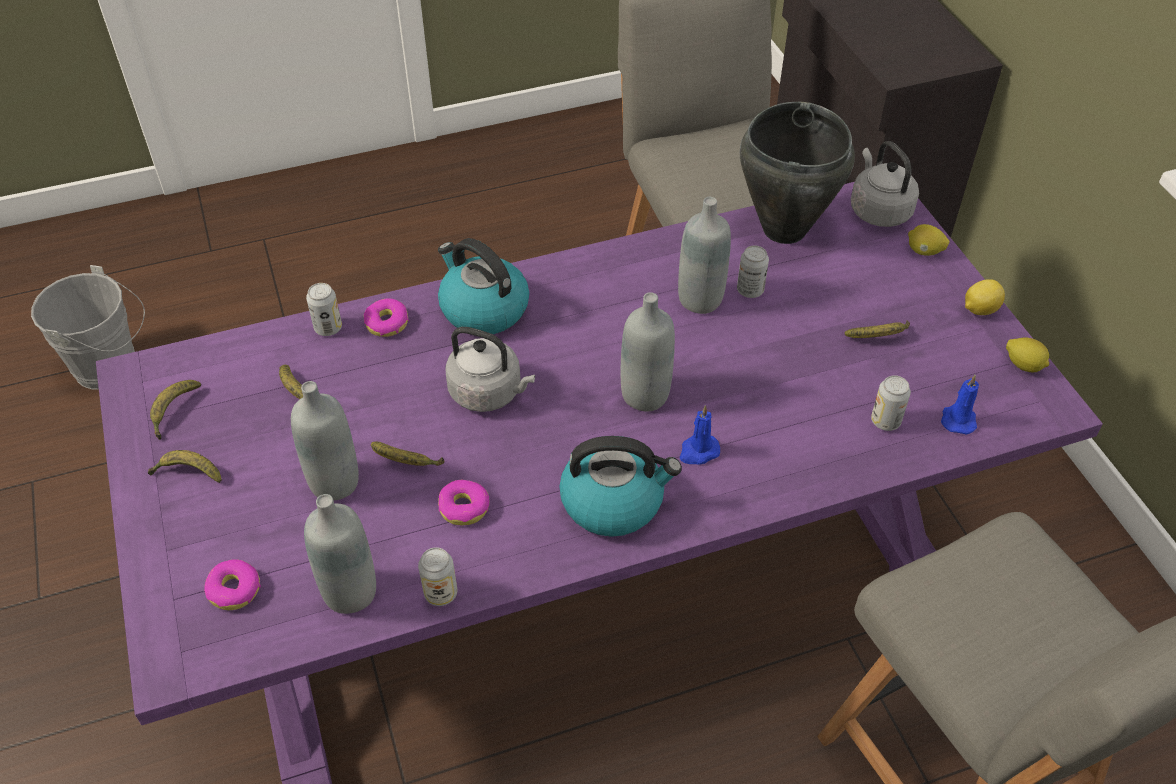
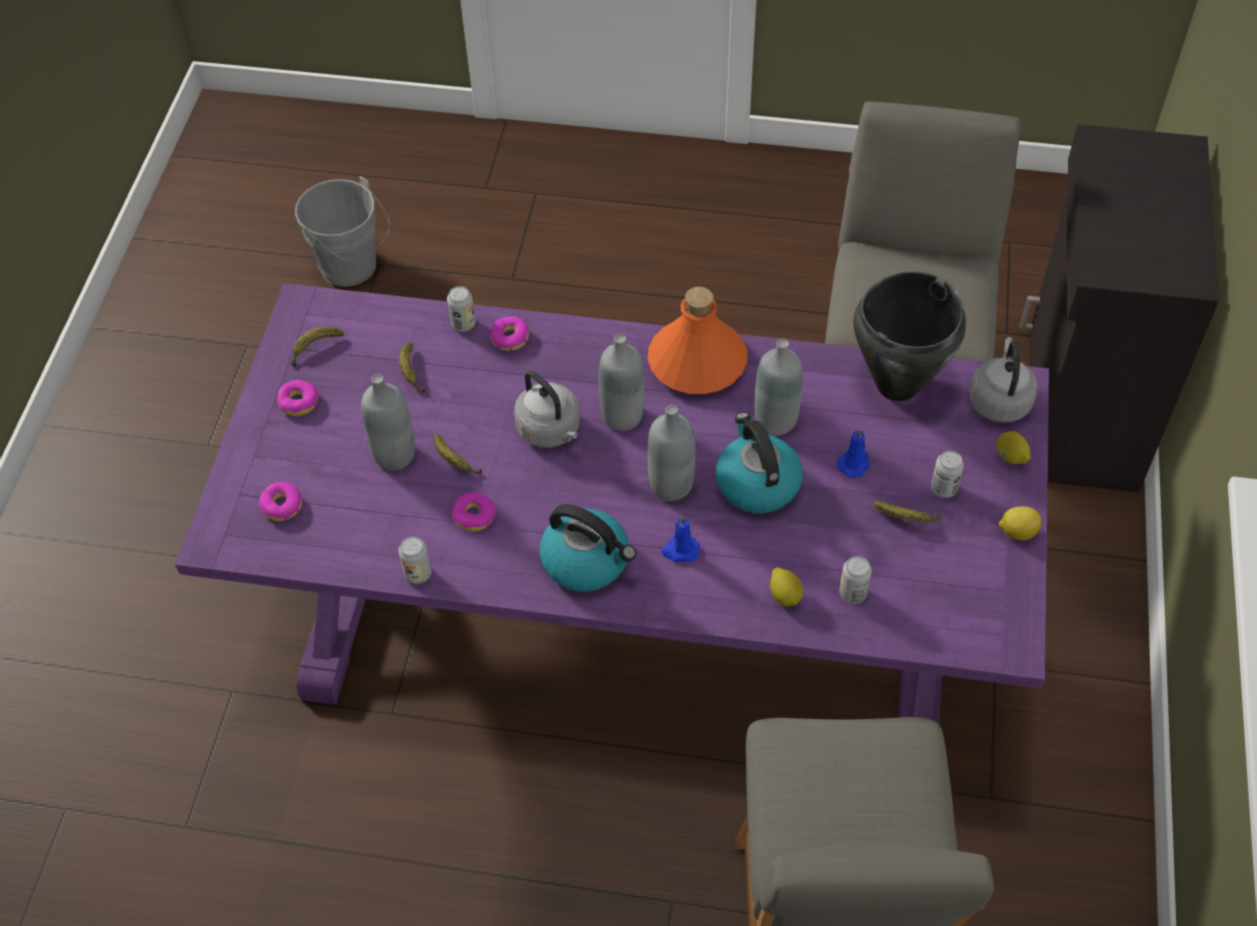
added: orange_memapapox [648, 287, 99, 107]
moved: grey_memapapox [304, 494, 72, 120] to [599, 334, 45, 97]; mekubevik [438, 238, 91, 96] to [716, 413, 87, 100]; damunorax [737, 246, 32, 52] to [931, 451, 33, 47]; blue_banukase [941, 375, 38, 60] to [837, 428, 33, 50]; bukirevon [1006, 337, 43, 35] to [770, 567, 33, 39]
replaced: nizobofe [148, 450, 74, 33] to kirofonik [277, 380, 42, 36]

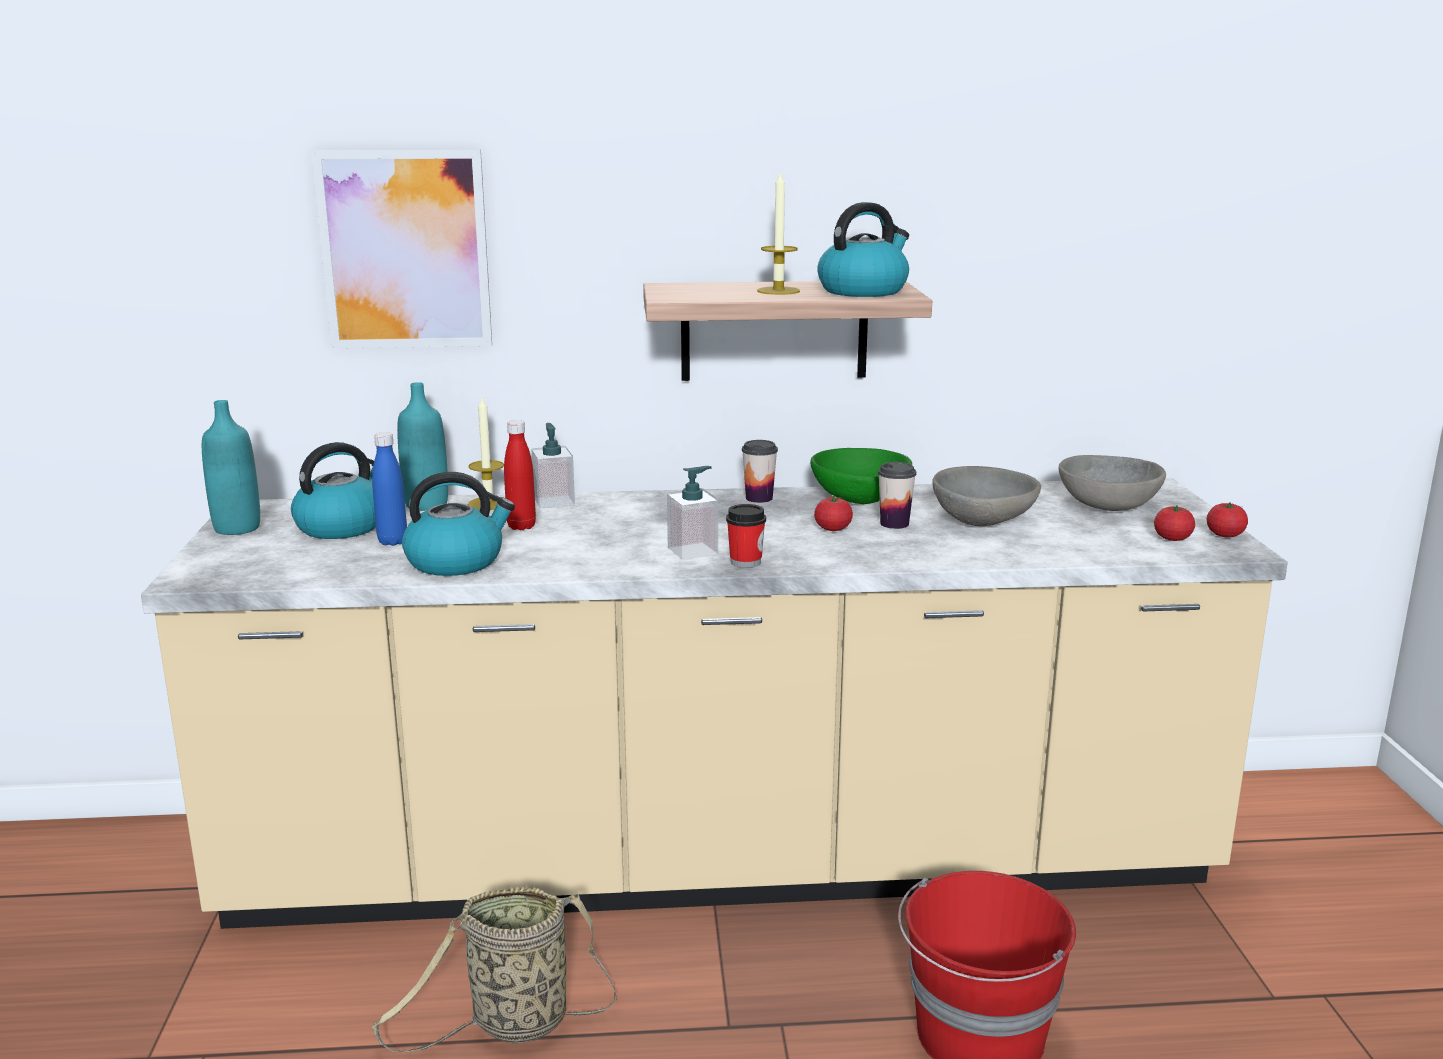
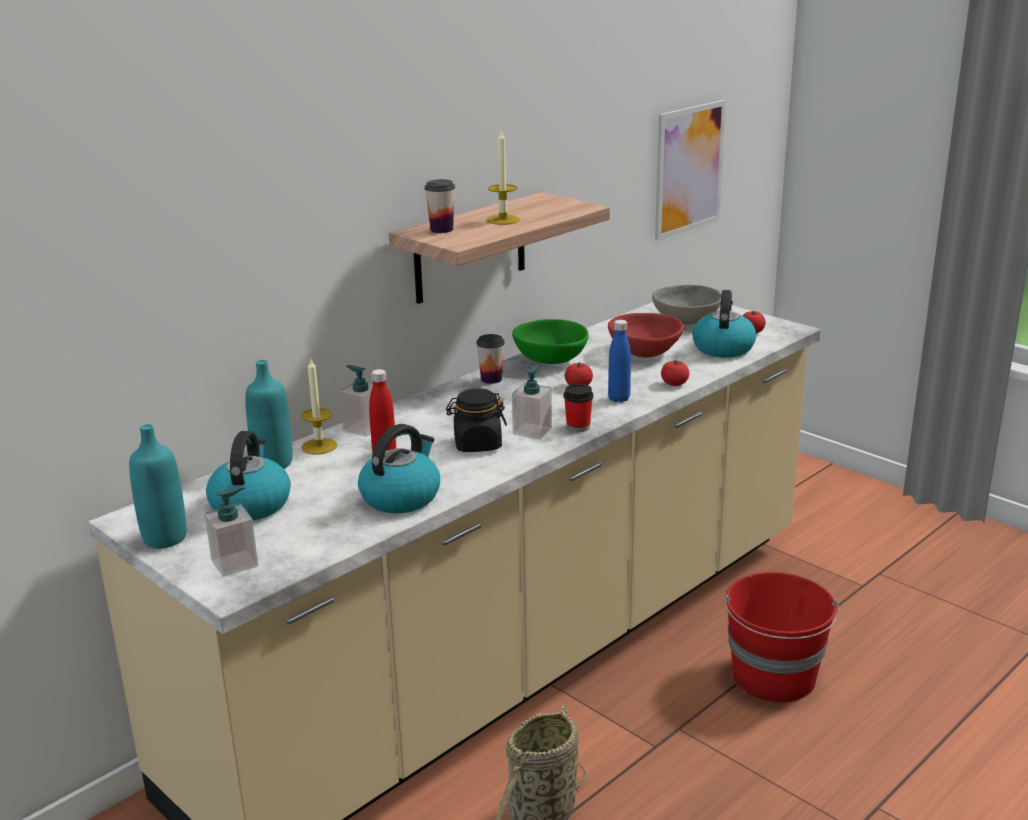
added: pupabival [204, 486, 54, 91]; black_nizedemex [446, 388, 61, 64]
moved: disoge [311, 149, 181, 199] to [655, 100, 71, 141]; blue_memapapox [372, 432, 35, 114] to [608, 320, 23, 82]; mekubevik [817, 202, 92, 95] to [692, 290, 64, 67]; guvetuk [878, 462, 38, 67] to [425, 179, 30, 54]; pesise [1207, 502, 41, 35] to [661, 360, 28, 26]
recoloured: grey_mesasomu [932, 466, 109, 60] to red_mesasomu [608, 313, 75, 44]

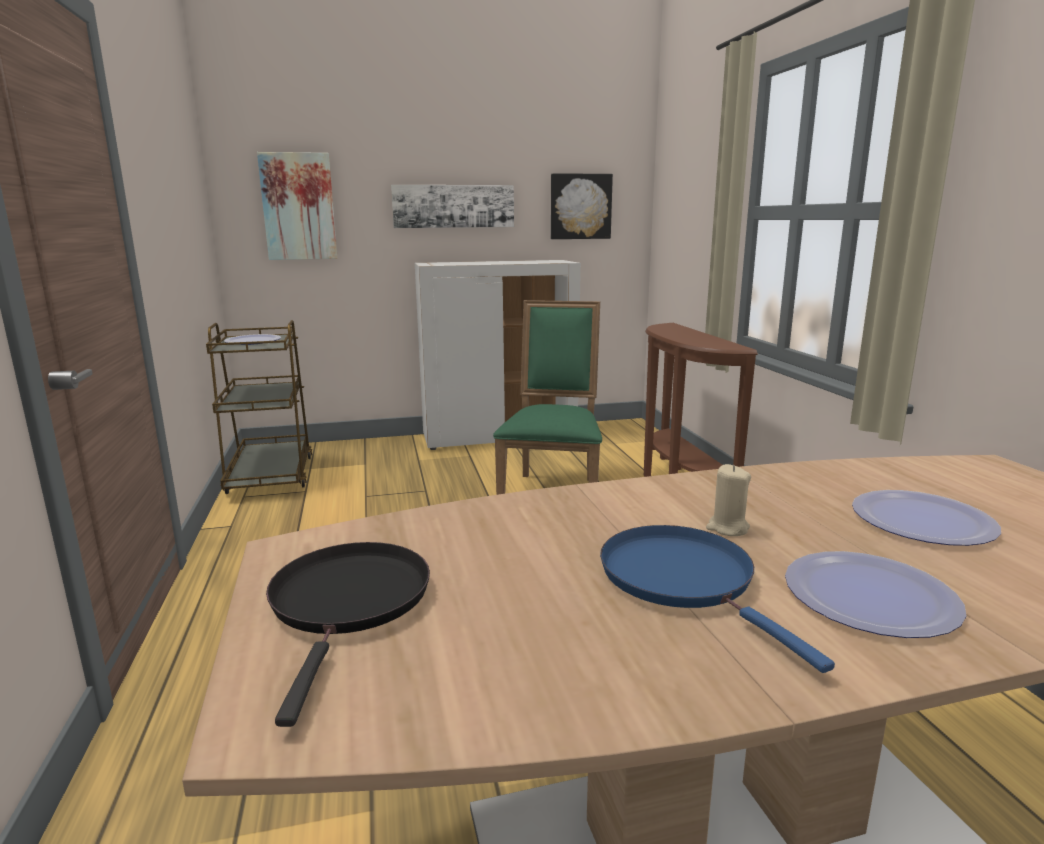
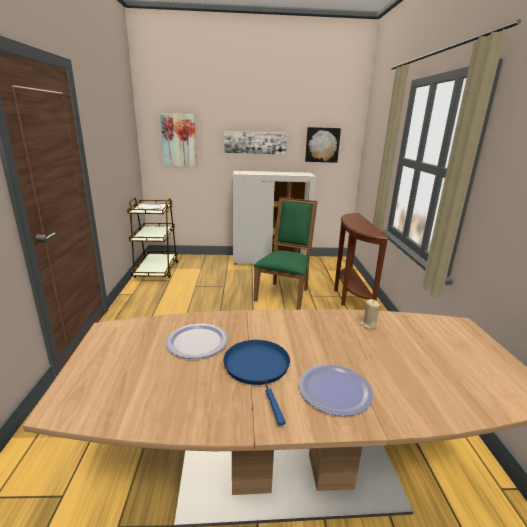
removed: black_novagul [266, 542, 164, 185]
moved: beige_banukase [706, 464, 45, 72] to [360, 299, 20, 30]; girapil [852, 490, 149, 56] to [166, 324, 62, 35]

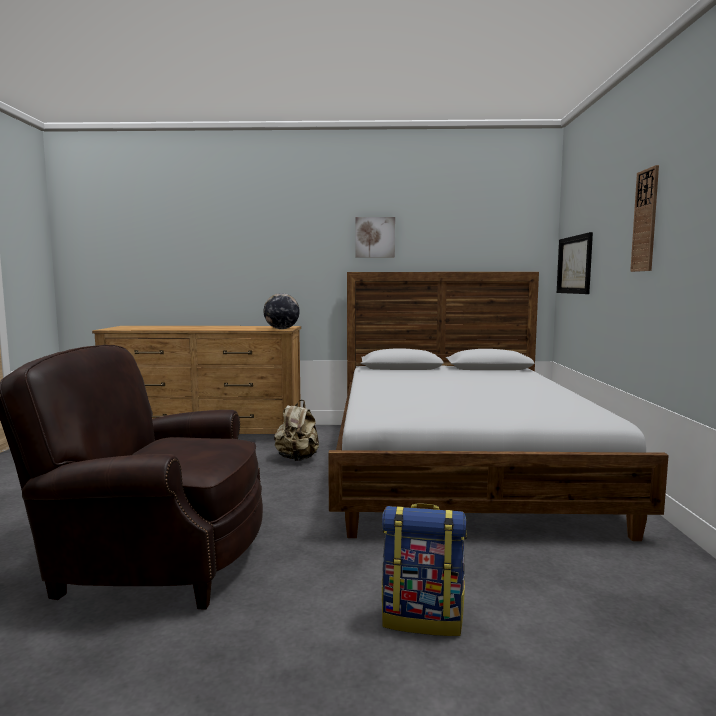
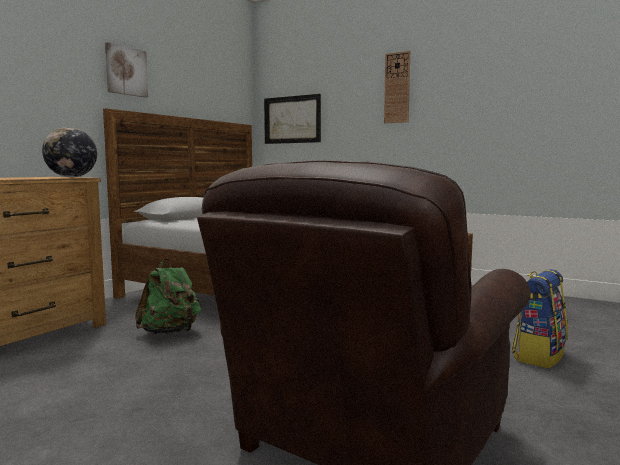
recoloured: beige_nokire [274, 400, 45, 61] to green_nokire [135, 258, 66, 76]

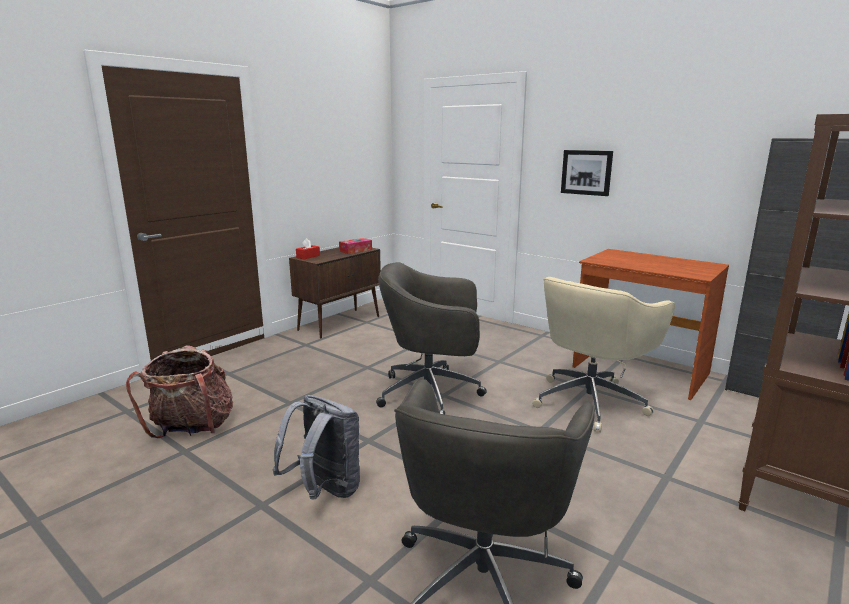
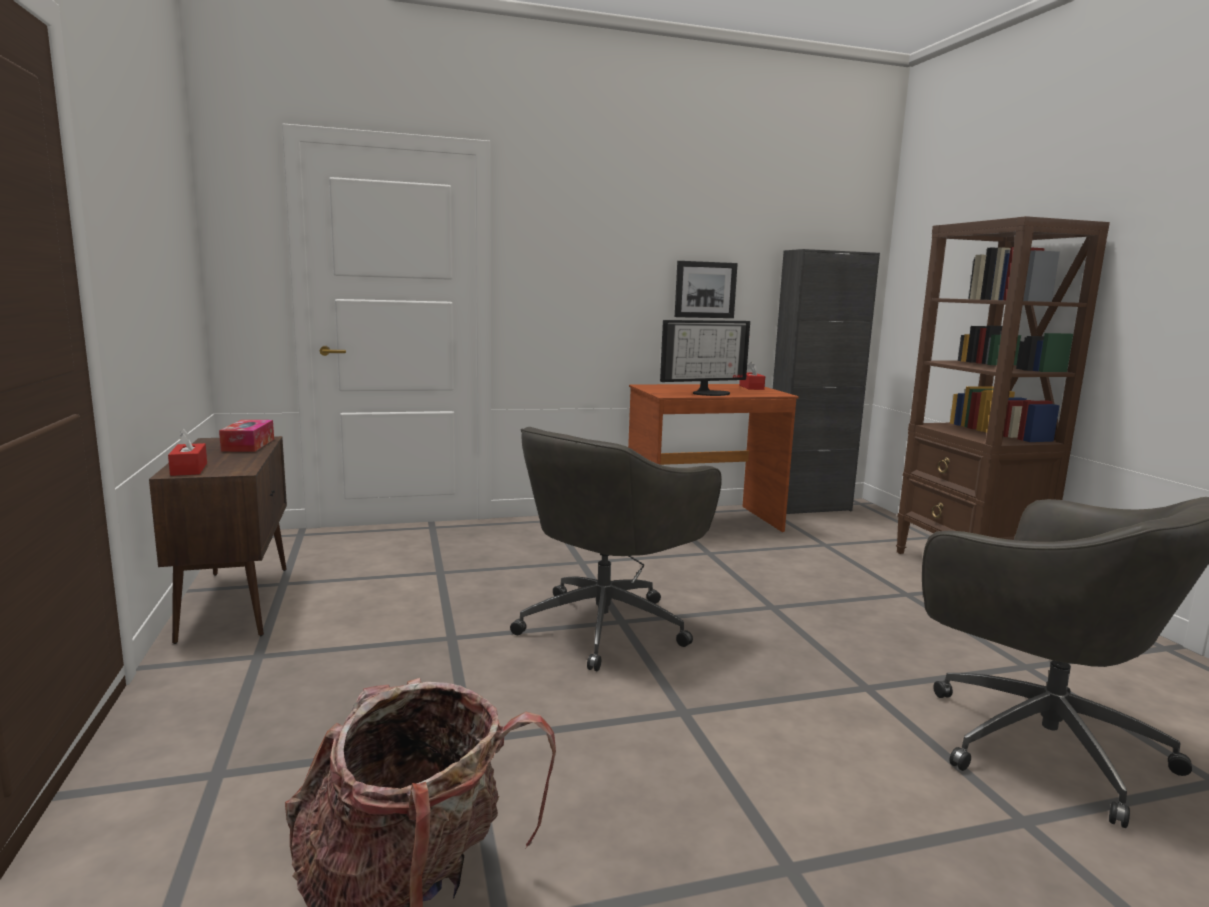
removed: grey_nokire [273, 395, 87, 104]; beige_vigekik [532, 277, 143, 156]
added: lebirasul [660, 320, 90, 76]; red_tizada [739, 361, 26, 29]
moved: disoge [561, 150, 52, 46] to [675, 261, 63, 57]

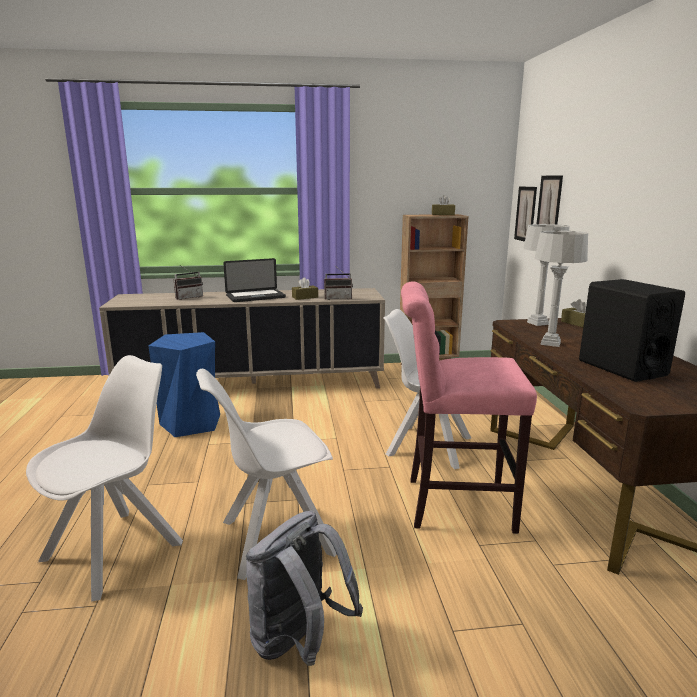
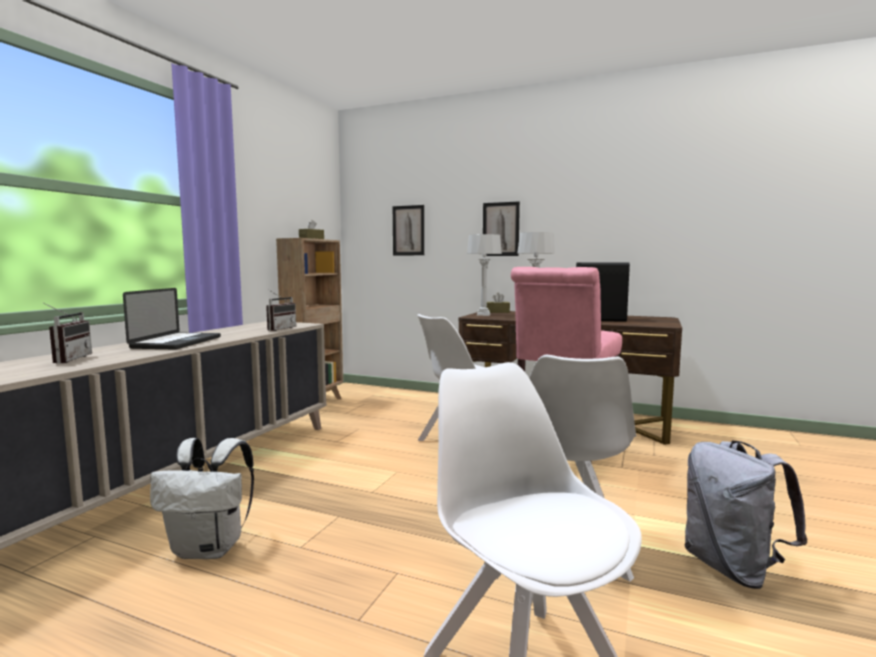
removed: brown_tizada [292, 277, 26, 23]
moved: disoge [514, 186, 23, 56] to [483, 201, 37, 55]
replaced: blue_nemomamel [148, 332, 72, 105] to white_nokire [150, 438, 104, 121]

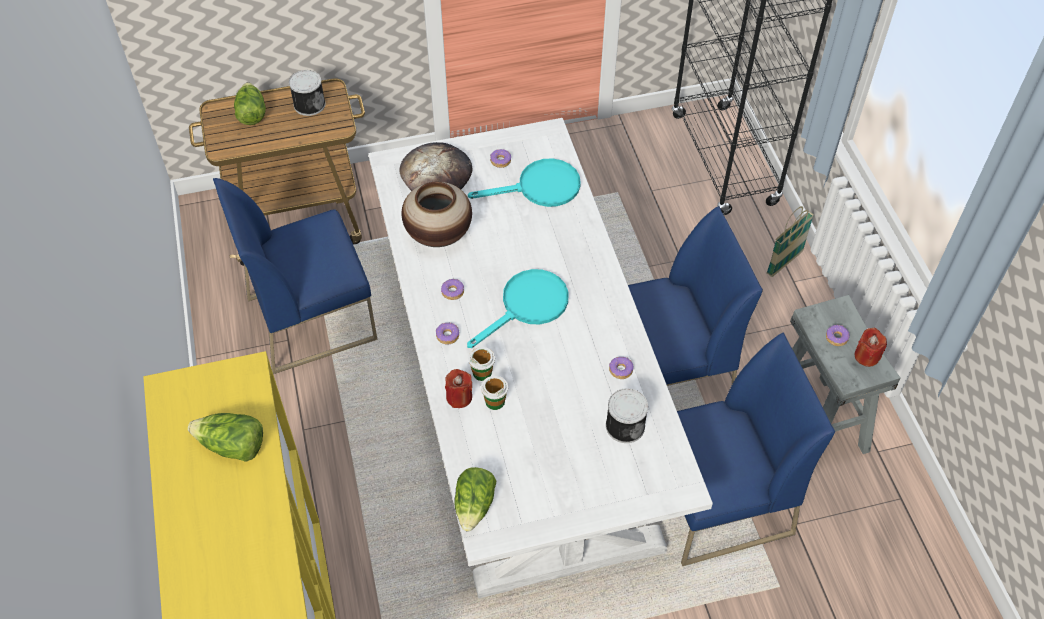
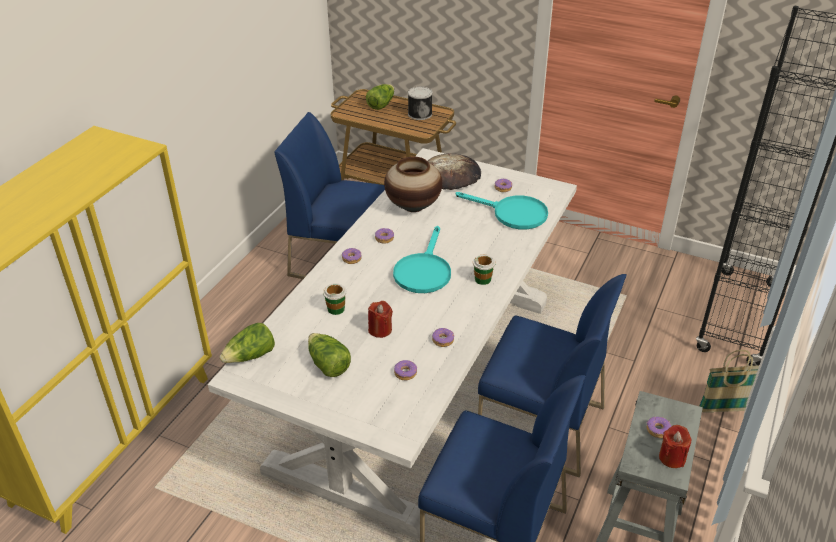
moved: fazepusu [188, 413, 75, 49] to [308, 333, 43, 44]; red_banukase [445, 369, 27, 39] to [368, 301, 25, 37]; guvetuk [468, 347, 27, 34] to [473, 255, 23, 30]
replaced: damunorax [606, 388, 42, 55] to kirofonik [394, 360, 23, 20]
turned: turquoise_novagul [467, 269, 102, 79] = [393, 226, 58, 67] 105 degrees clockwise

